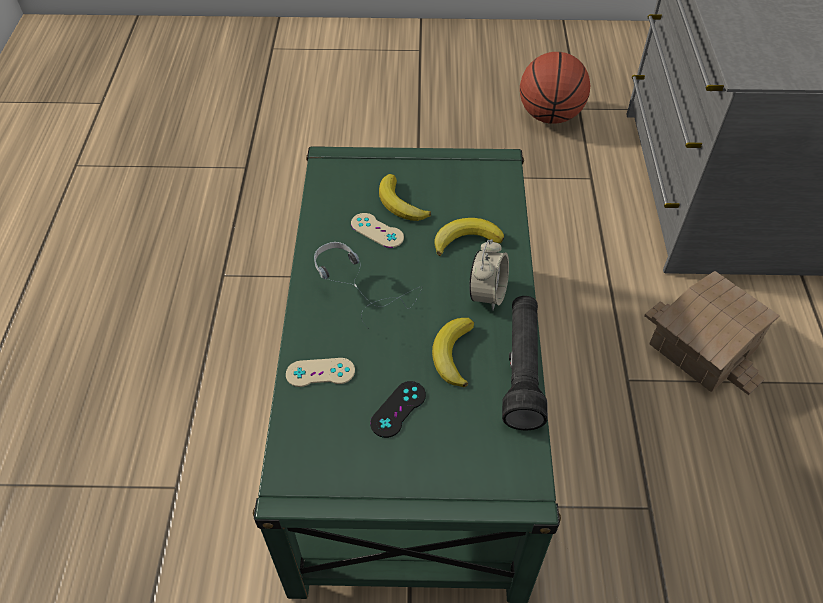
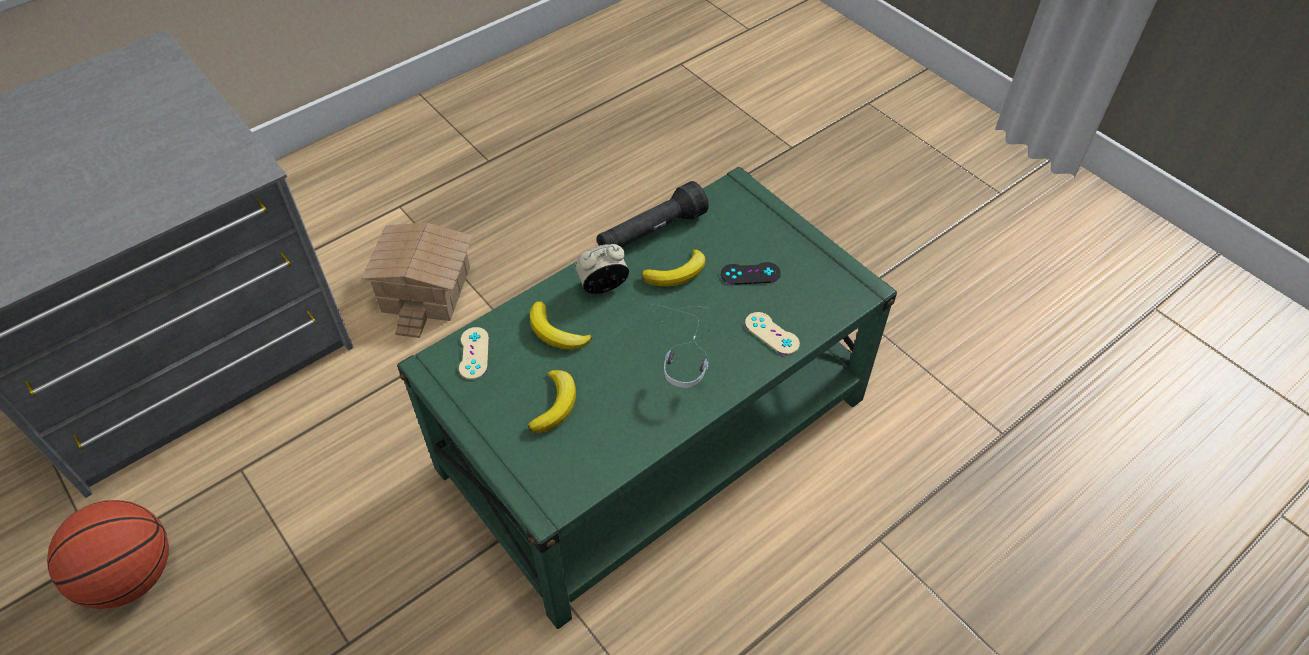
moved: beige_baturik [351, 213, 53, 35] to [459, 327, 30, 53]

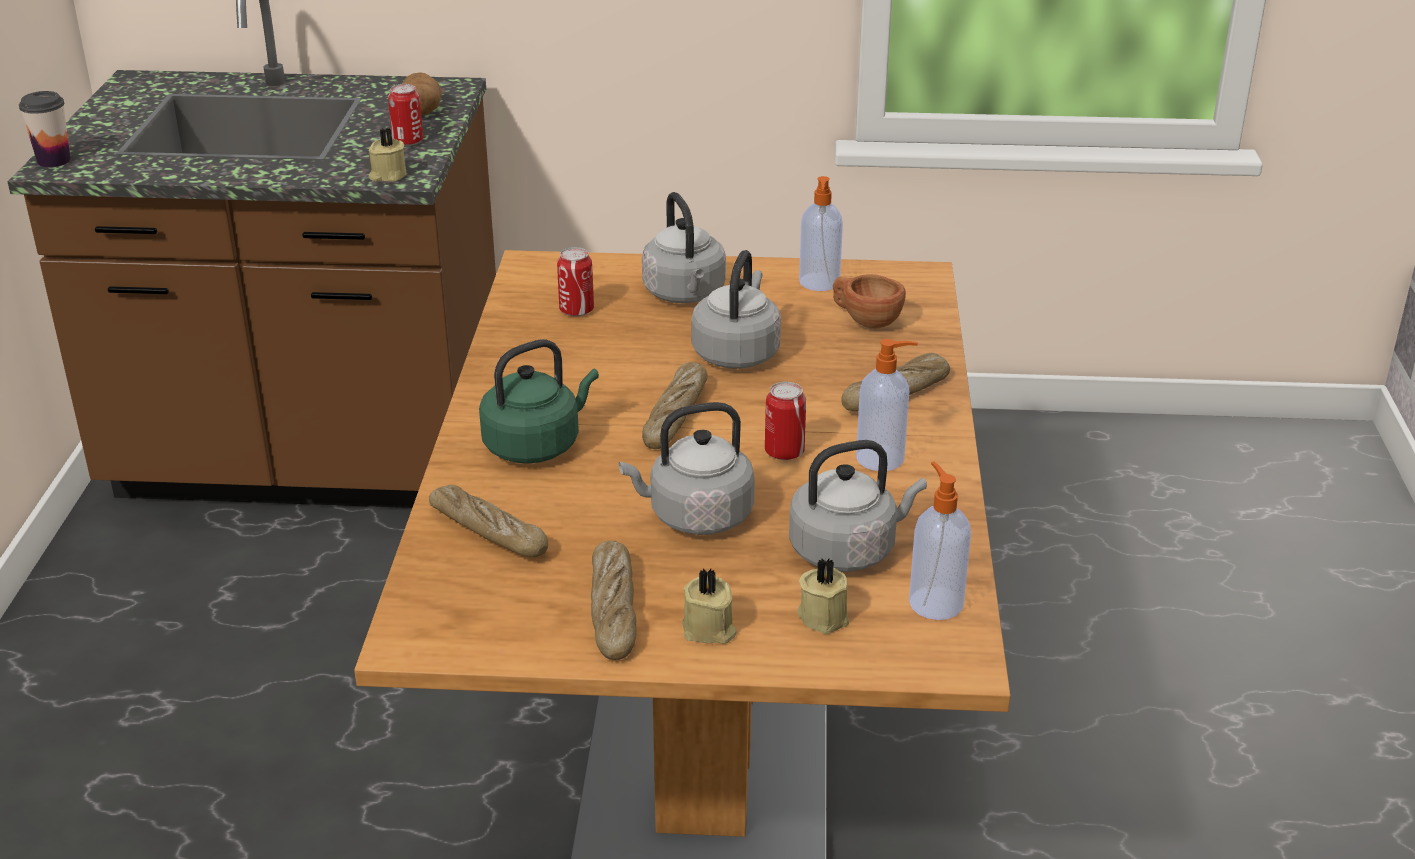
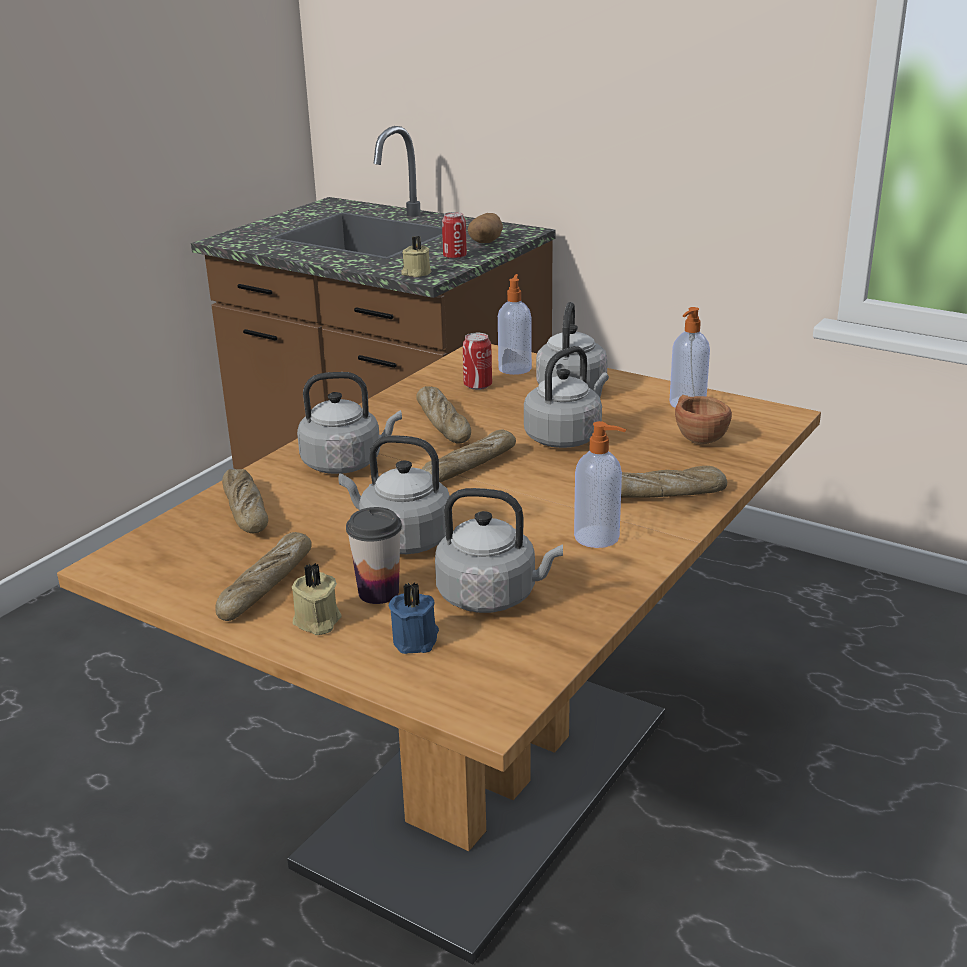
removed: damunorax [765, 382, 41, 78]
added: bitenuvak [416, 386, 55, 57]
moved: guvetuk [19, 91, 52, 77] to [346, 507, 56, 97]; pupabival [909, 462, 62, 158] to [498, 274, 34, 101]
recoloured: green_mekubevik [479, 339, 120, 125] to grey_mekubevik [297, 372, 105, 102]; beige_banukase [798, 558, 51, 76] to blue_banukase [389, 582, 50, 72]

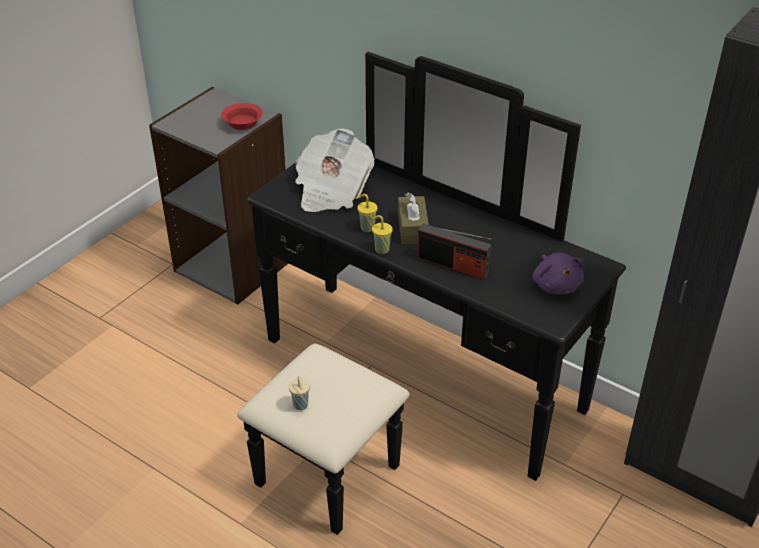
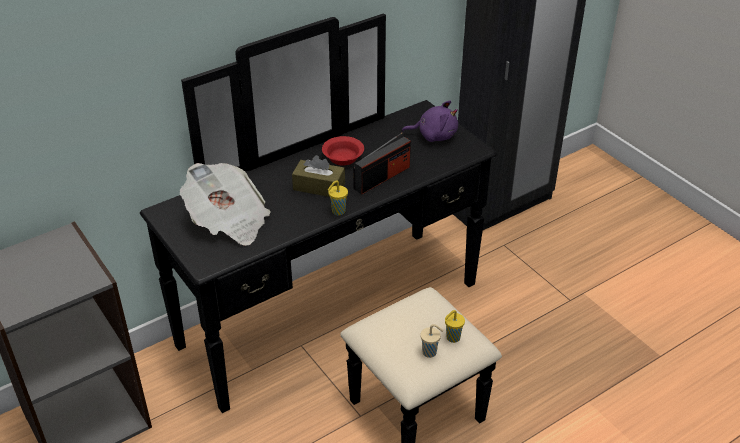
moved: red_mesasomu [221, 103, 42, 27] to [322, 136, 42, 30]; yellow_guvetuk [358, 194, 20, 38] to [445, 310, 20, 33]

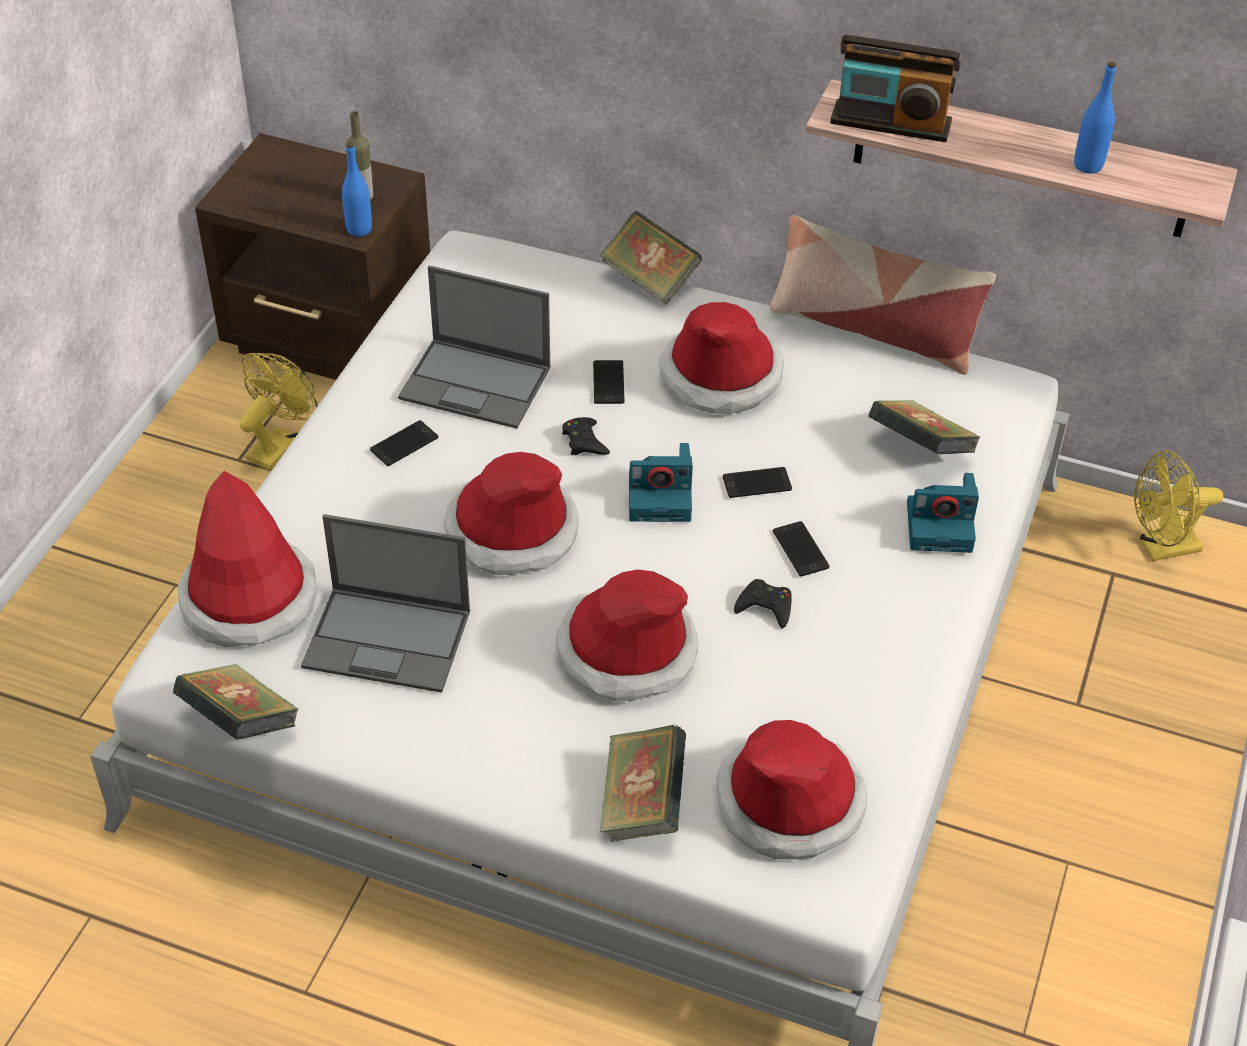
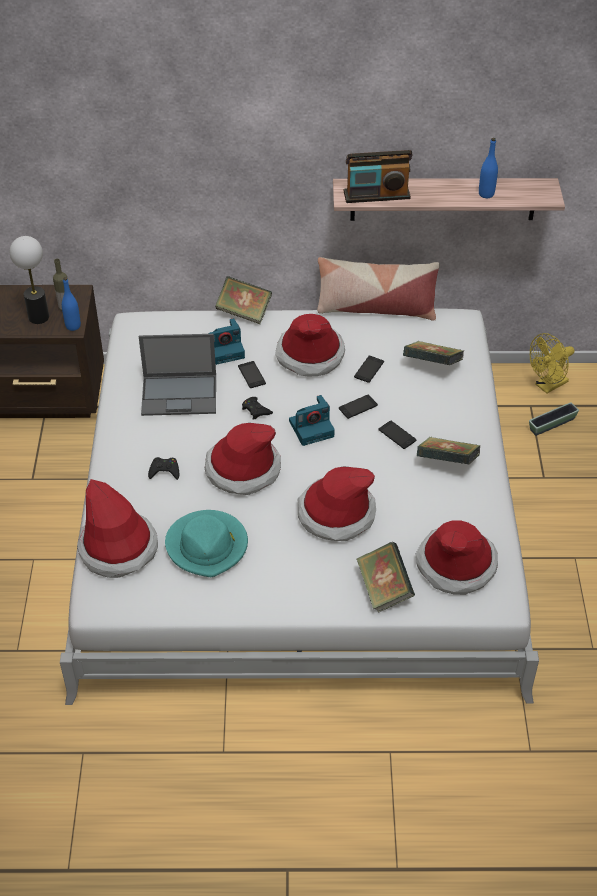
removed: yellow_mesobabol [239, 353, 79, 118]
added: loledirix [10, 236, 39, 88]; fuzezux [529, 402, 50, 34]
moved: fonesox [173, 664, 126, 76] to [417, 437, 63, 28]; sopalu [370, 420, 68, 46] to [354, 356, 30, 27]; black_baturik [734, 579, 58, 50] to [148, 457, 31, 23]; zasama [907, 473, 72, 80] to [208, 318, 37, 47]
replaced: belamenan [301, 514, 169, 179] to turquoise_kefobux [165, 510, 83, 67]

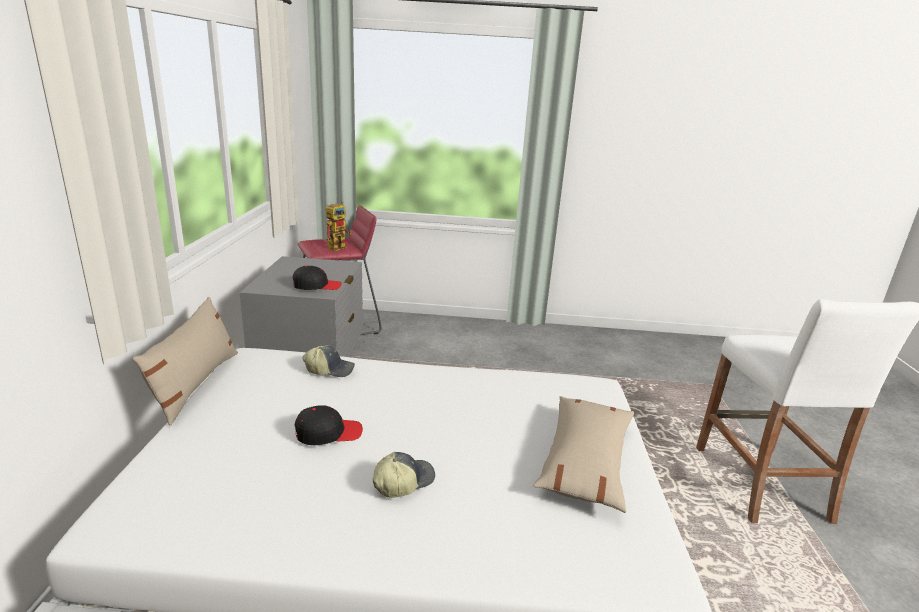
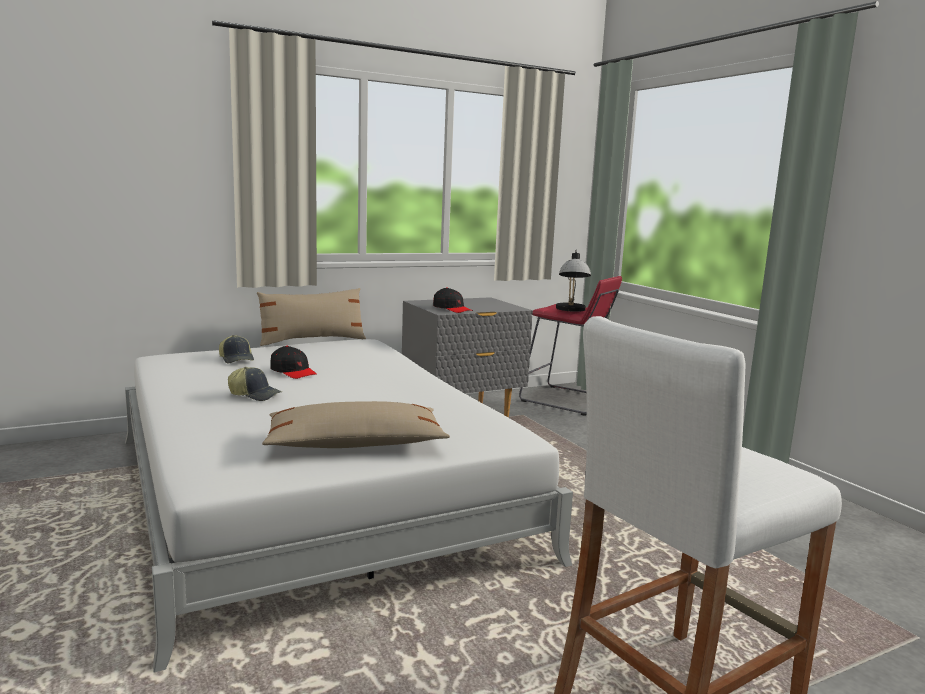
moved: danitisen [302, 345, 53, 32] to [219, 335, 35, 29]
replaced: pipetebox [326, 201, 25, 50] to loledirix [556, 251, 35, 61]

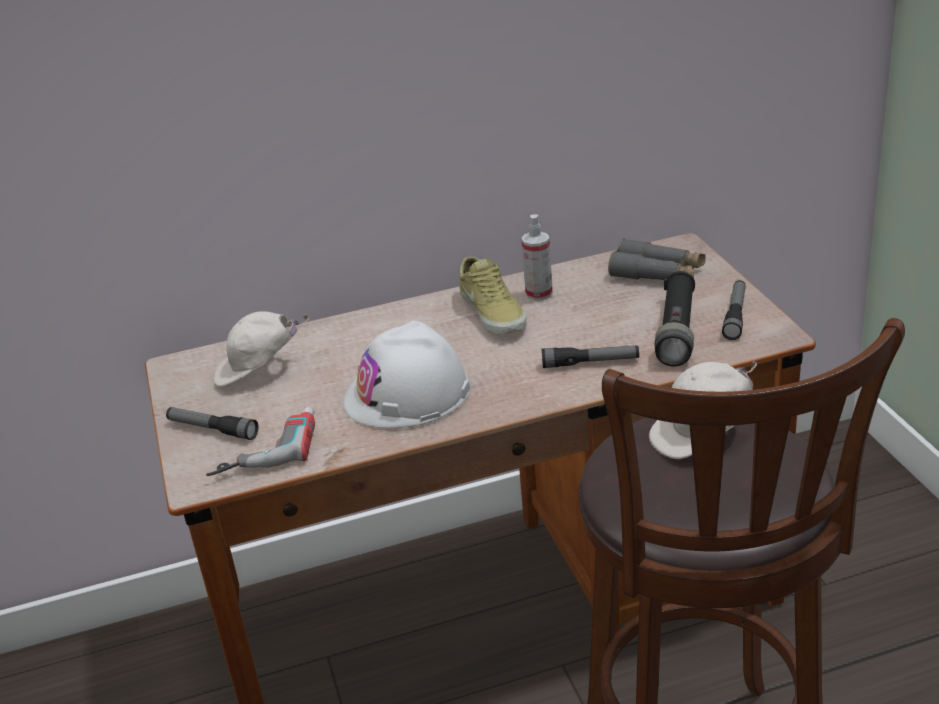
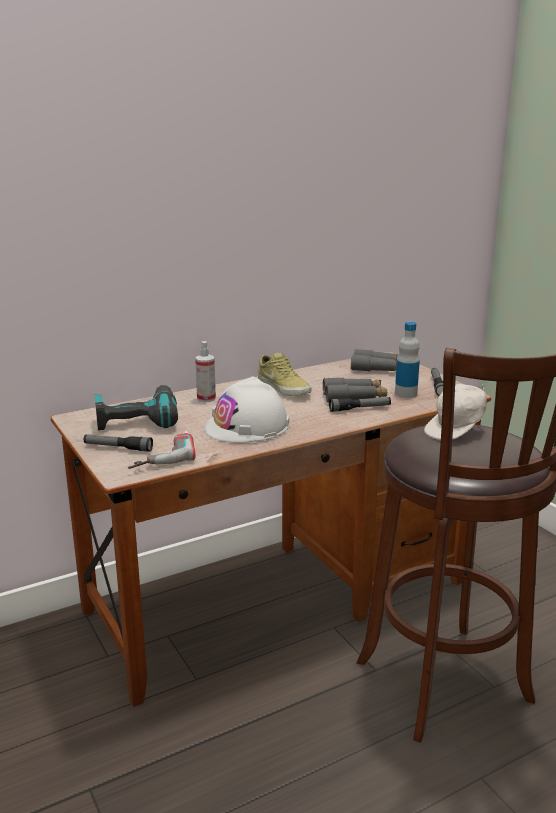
added: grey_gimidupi [323, 378, 64, 25]
moved: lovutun [521, 214, 32, 87] to [195, 341, 21, 61]
replaced: white_danitisen [214, 311, 95, 76] to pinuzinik [95, 385, 83, 45]; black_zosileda [654, 271, 41, 96] to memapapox [395, 322, 25, 76]

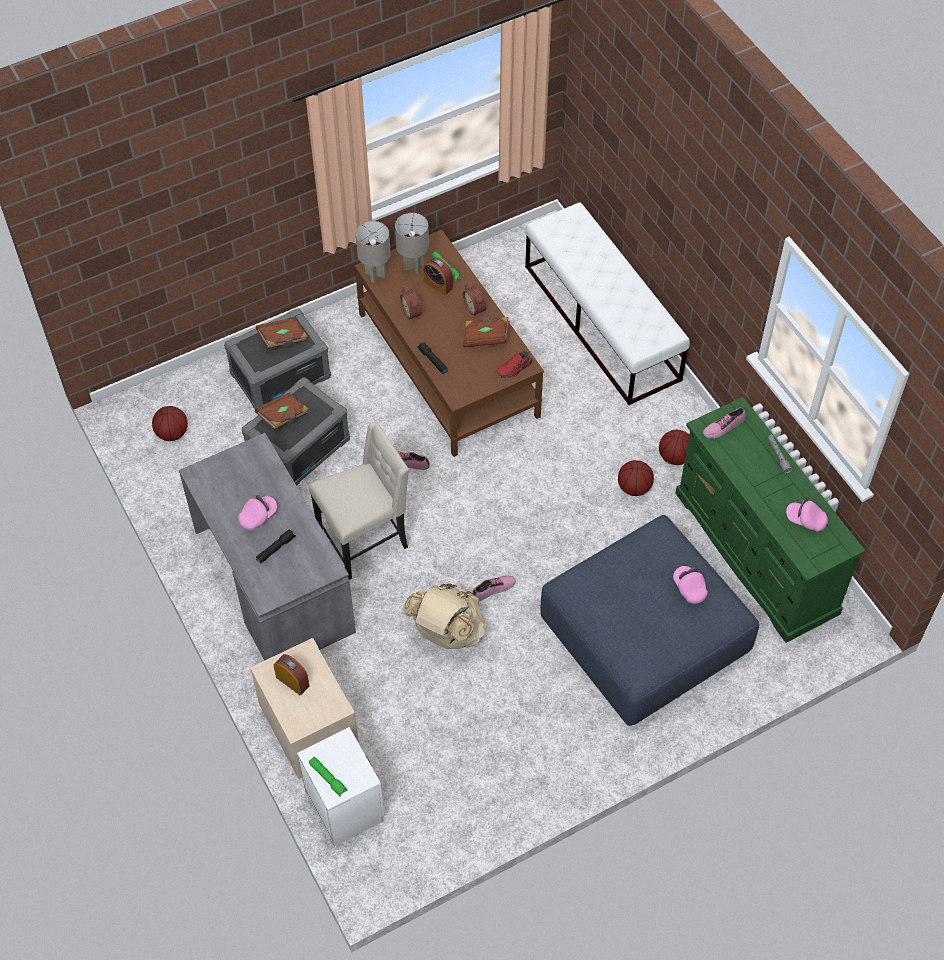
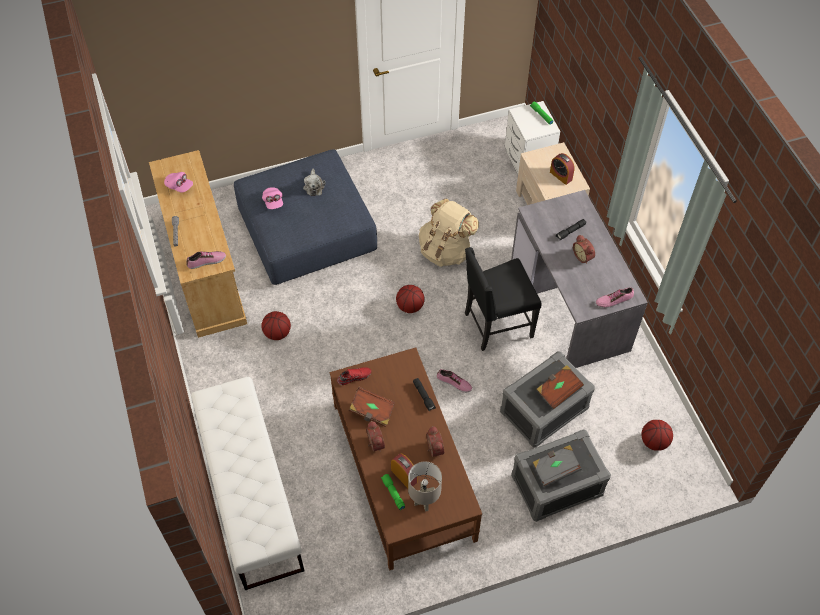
removed: grey_loledirix [356, 221, 35, 61]
added: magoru [303, 169, 23, 27]
moved: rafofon [472, 575, 44, 26] to [595, 287, 39, 21]; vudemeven [659, 430, 30, 35] to [396, 285, 29, 28]
replaced: pink_danitisen [238, 495, 39, 35] to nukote [573, 235, 22, 29]
recoloured: brown_fonesox [256, 318, 52, 31] to grey_fonesox [533, 445, 49, 42]; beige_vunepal [309, 421, 100, 159] to black_vunepal [465, 247, 77, 104]; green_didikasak [675, 397, 191, 246] to beige_didikasak [149, 150, 98, 188]

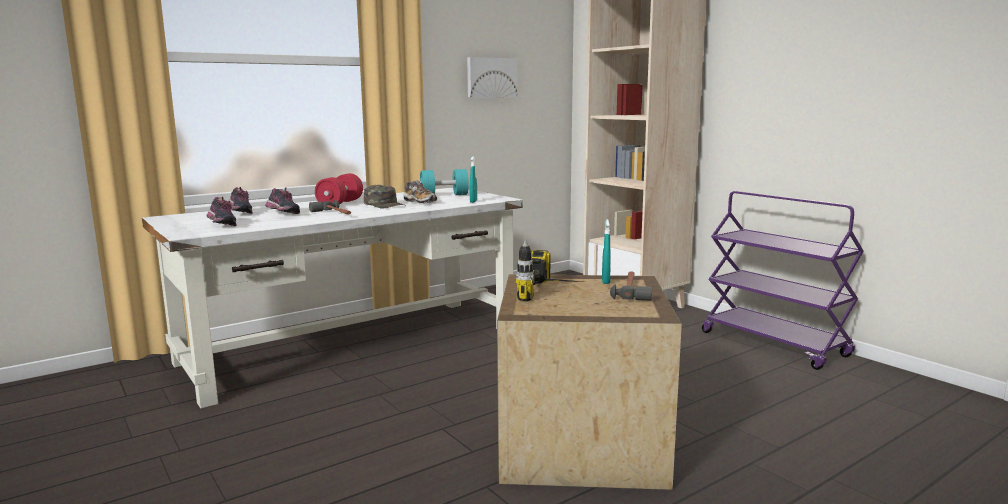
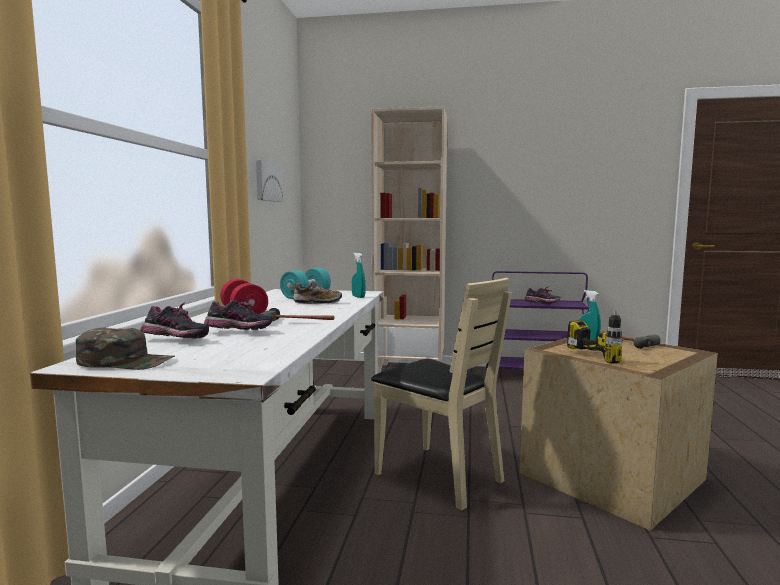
added: beige_vunepal [371, 278, 141, 232]
moved: rafofon [207, 196, 30, 30] to [524, 286, 37, 18]; green_danitisen [364, 185, 40, 24] to [76, 328, 99, 42]

